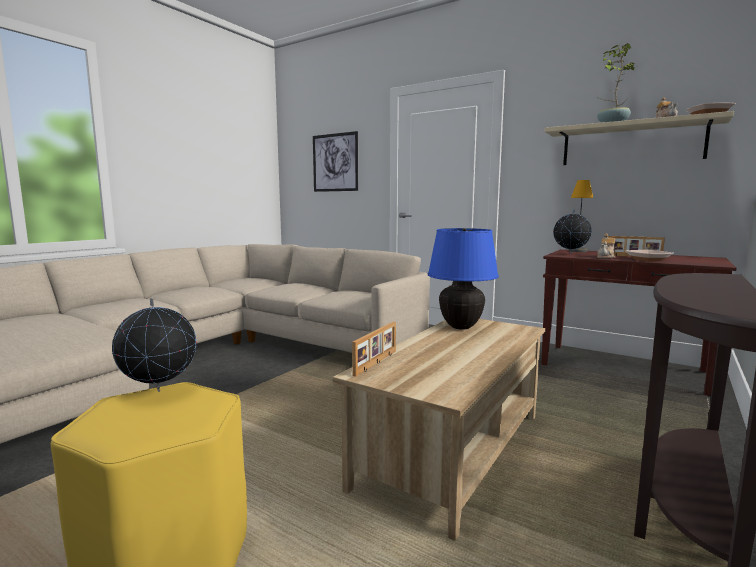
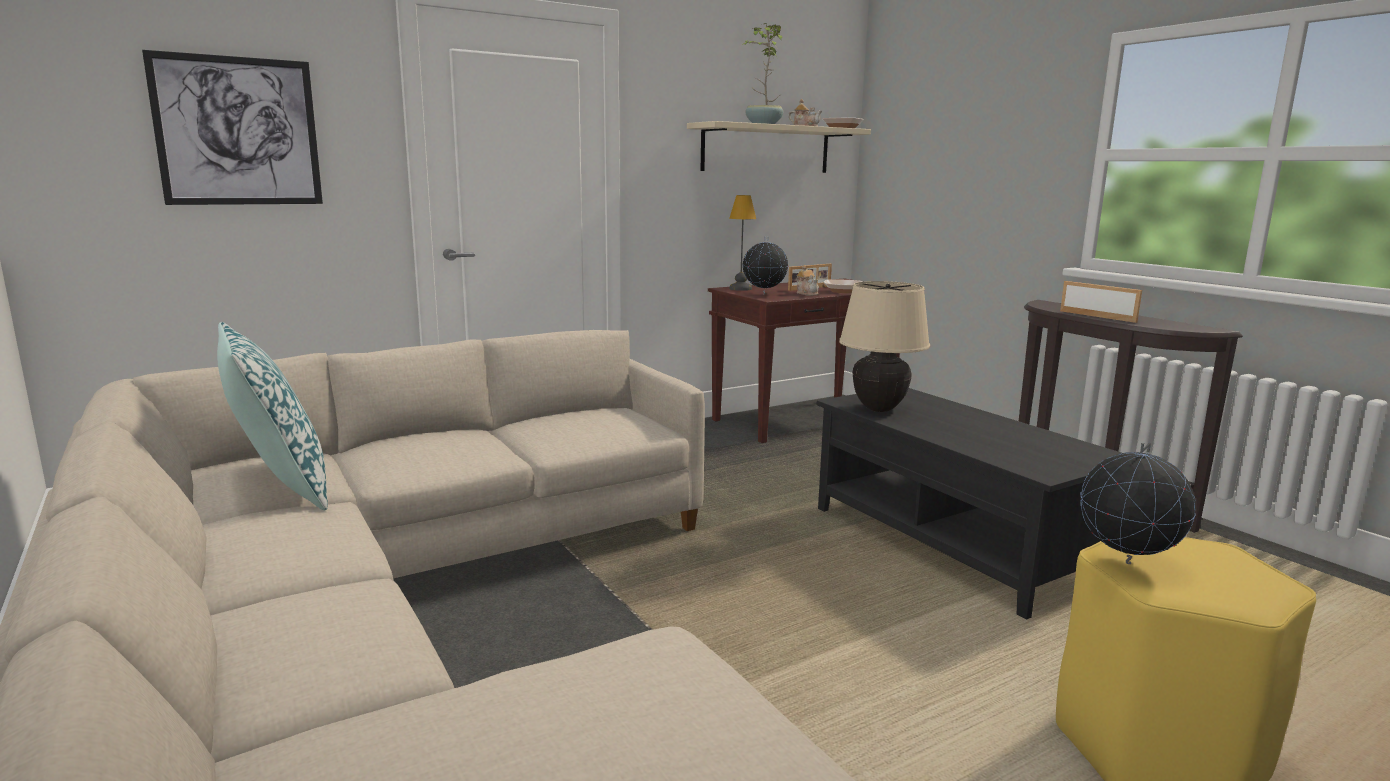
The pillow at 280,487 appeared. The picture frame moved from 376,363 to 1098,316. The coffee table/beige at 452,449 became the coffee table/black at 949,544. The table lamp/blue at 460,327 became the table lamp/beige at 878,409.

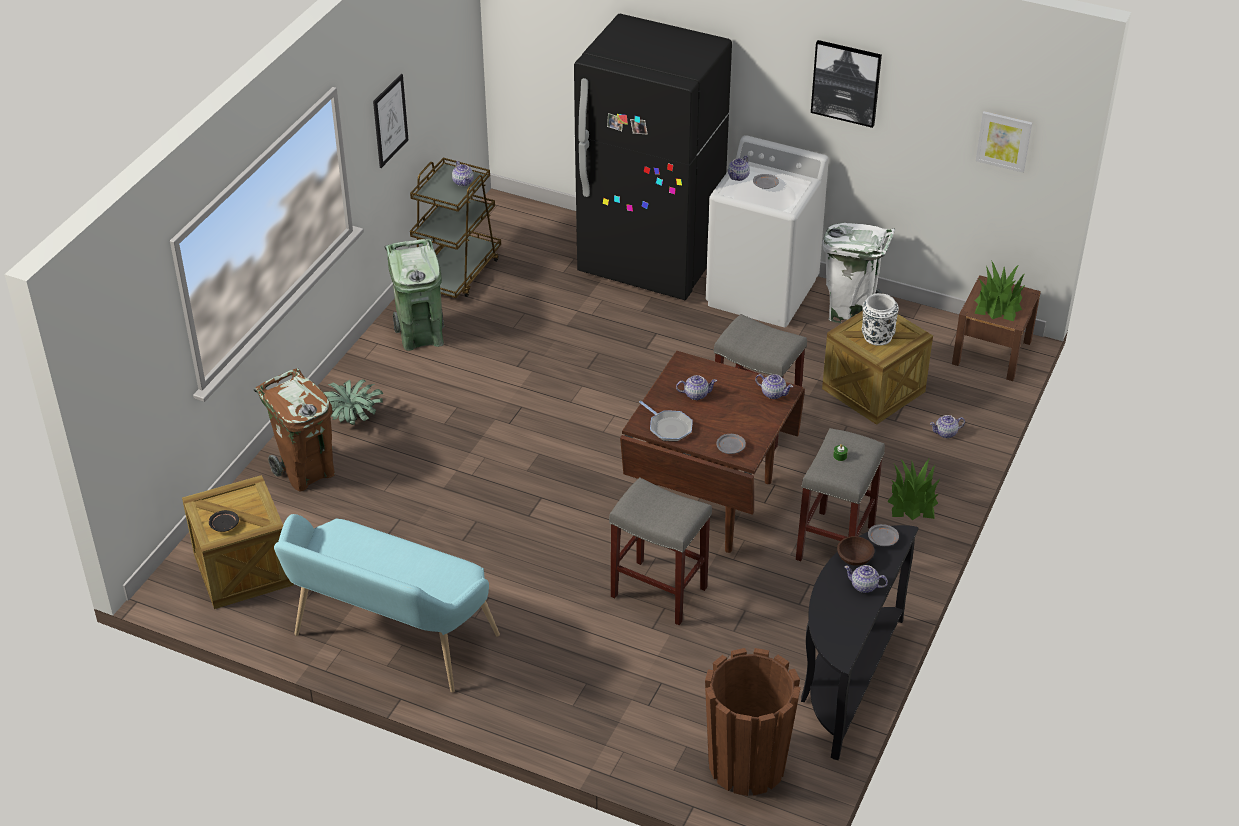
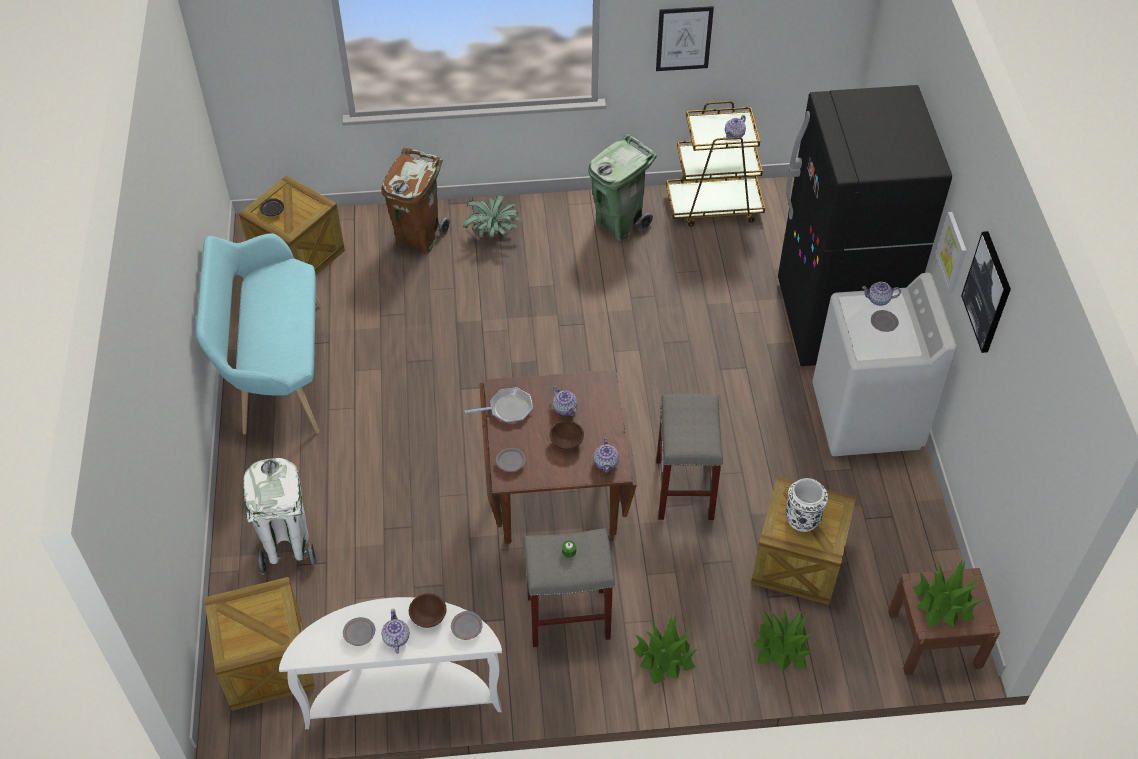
The stool/grey at 657,592 disappeared. The plate/grey at 359,634 appeared. The bowl/brown at 566,441 appeared. The trash can/white moved from 851,312 to 287,547. The picture moved from 1004,140 to 952,252. The planter/brown at 746,765 was replaced by the crate at 267,663. The teapot at 946,433 was replaced by the potted plant at 781,646. The console table/black at 845,680 became the console table/white at 403,696. The frying pan at 668,427 turned 120 degrees counterclockwise.

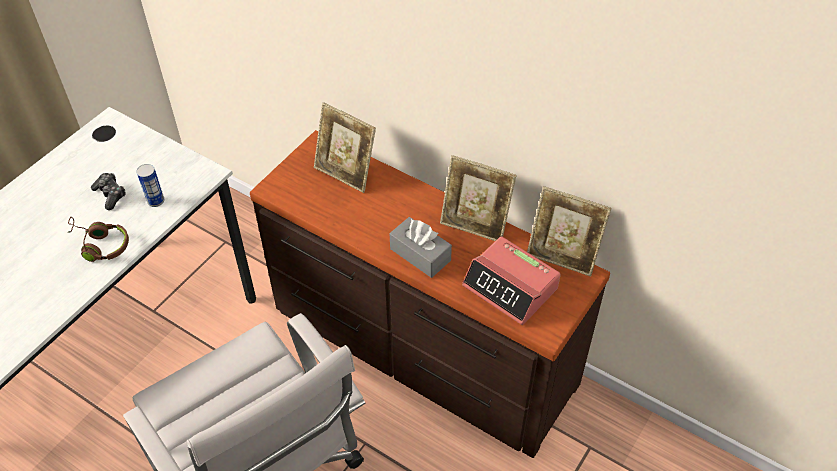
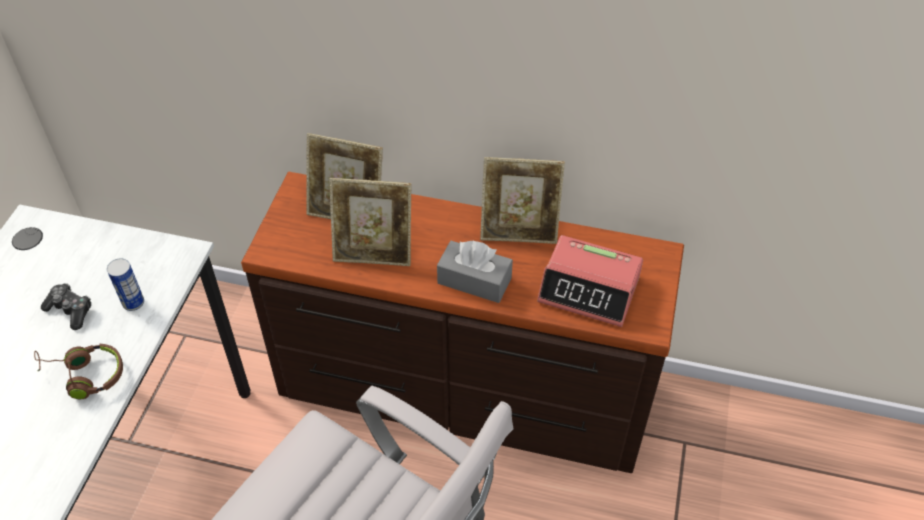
The picture frame moved from 562,256 to 374,252.

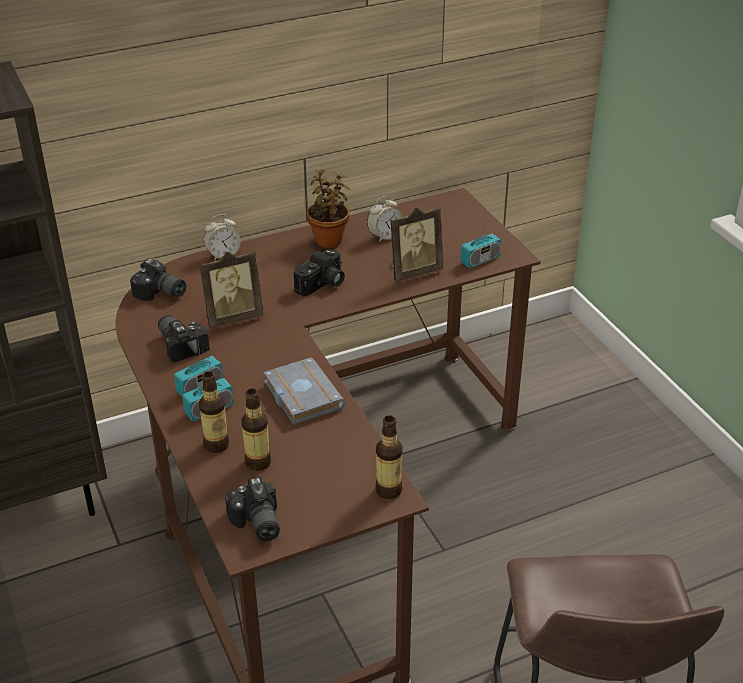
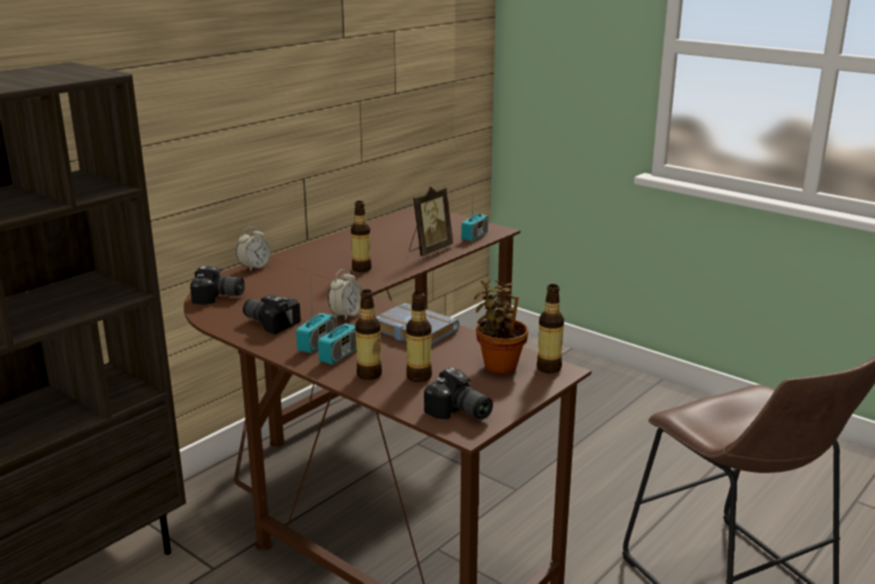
The picture frame at 233,317 disappeared. The potted plant moved from 329,239 to 499,364. The alarm clock moved from 384,236 to 346,315. The photo camera at 322,285 was replaced by the bottle at 361,269.

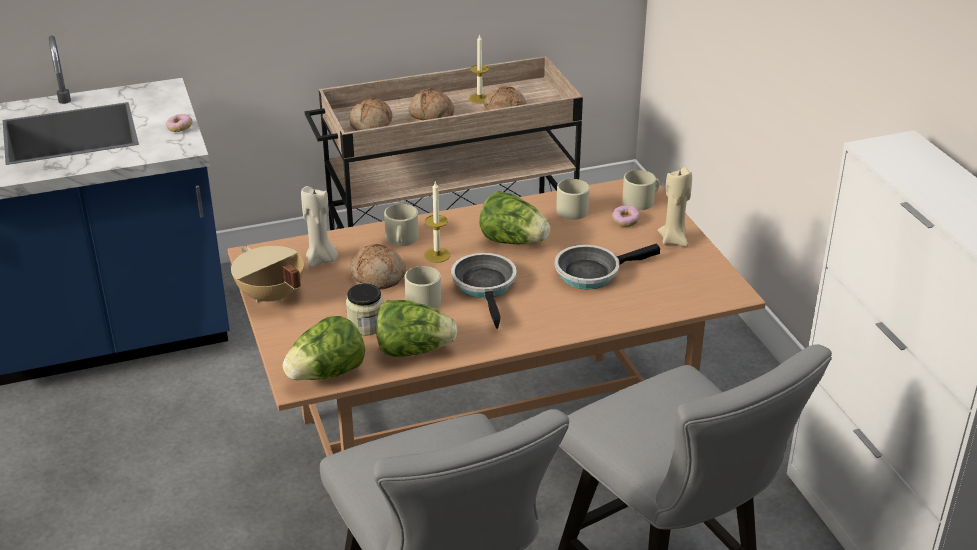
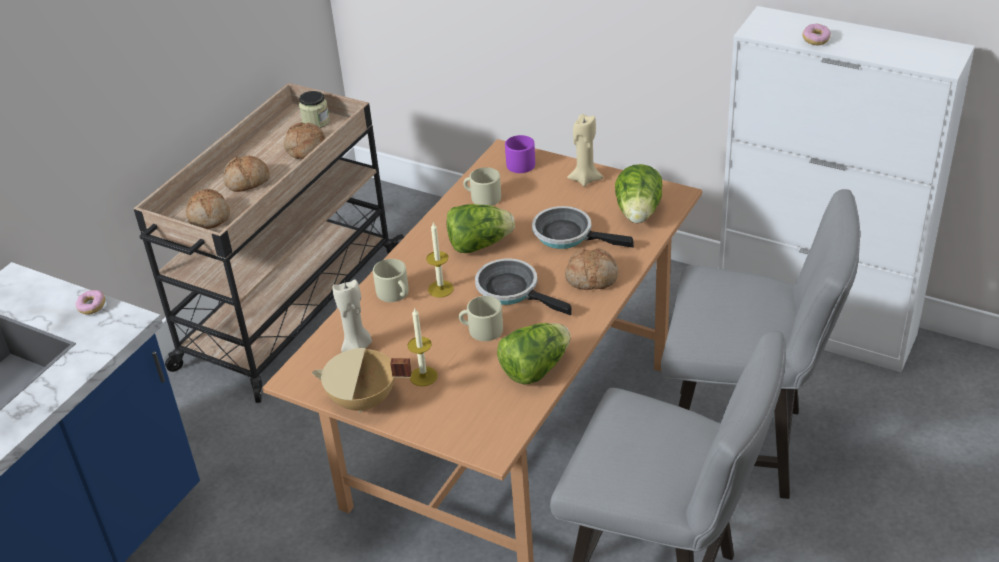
The lettuce moved from 326,374 to 638,214. The jar moved from 366,325 to 316,122. The bread moved from 378,276 to 592,277. The candle moved from 479,98 to 423,376. The donut moved from 625,221 to 815,40. The mug/beige at 641,201 became the mug/purple at 522,162. The frying pan at 592,272 turned 90 degrees clockwise.

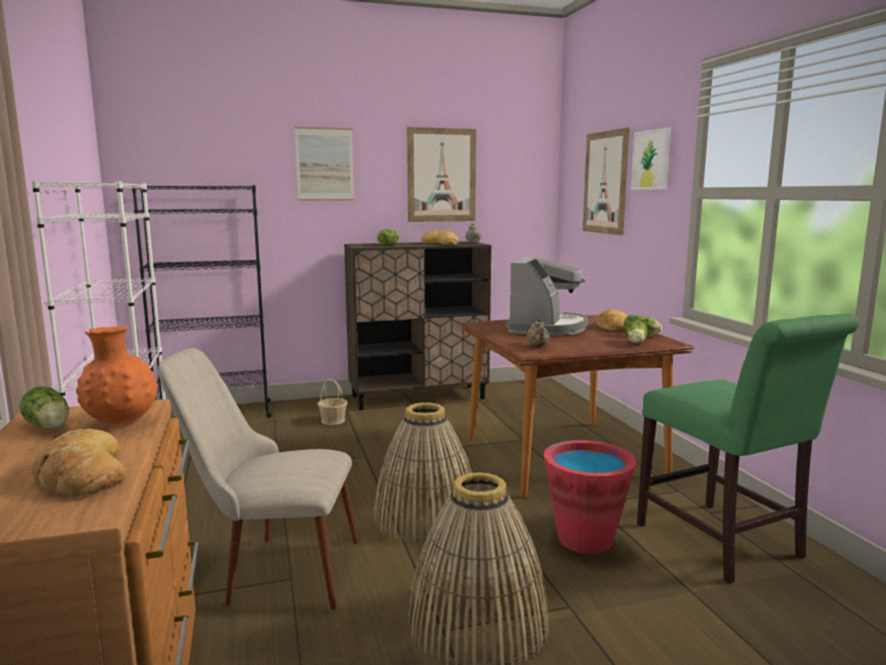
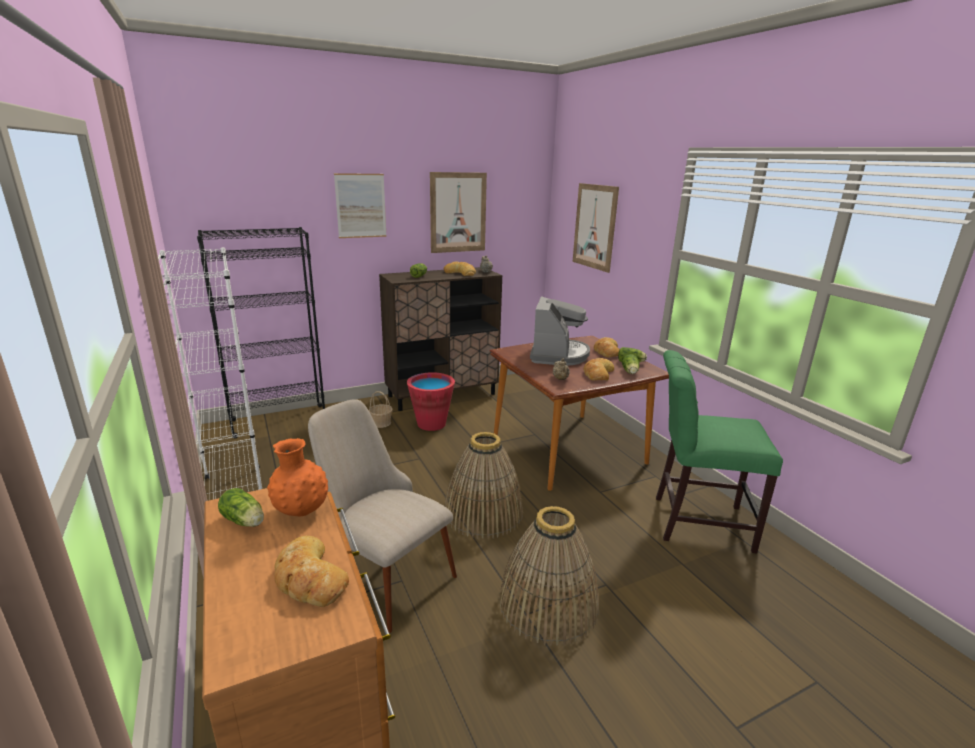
The picture at 651,160 disappeared. The bread at 597,373 appeared. The bucket/red moved from 585,539 to 431,424. The chair/beige at 271,570 turned 45 degrees clockwise. The chair/green at 724,544 turned 135 degrees clockwise.

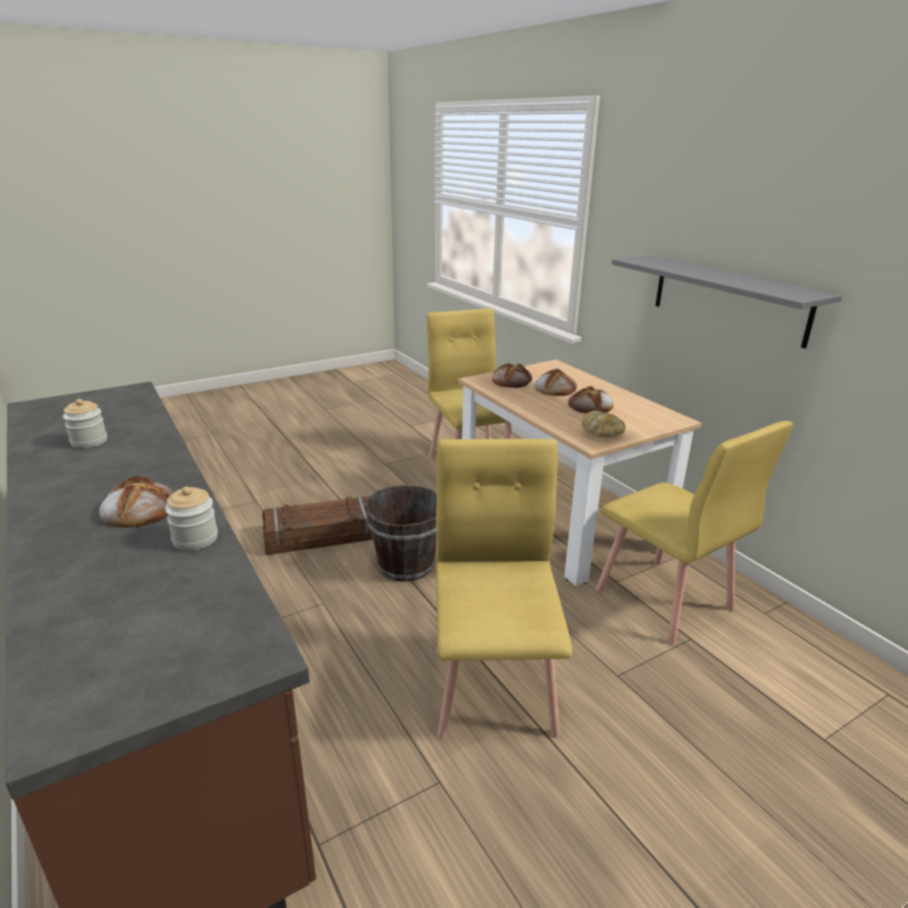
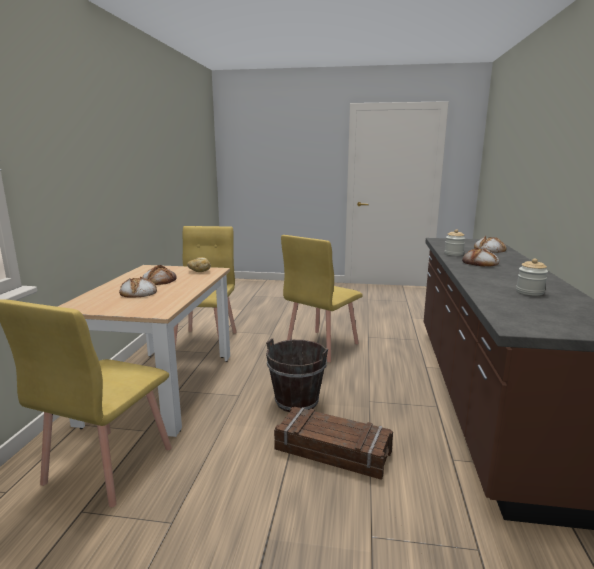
The shelf/grey at 728,299 disappeared. The bread moved from 512,381 to 489,249.

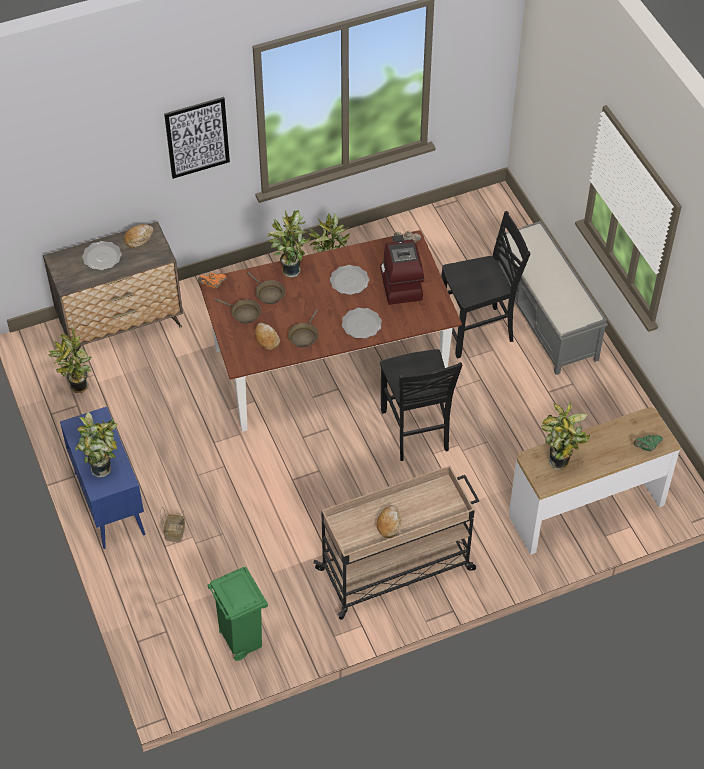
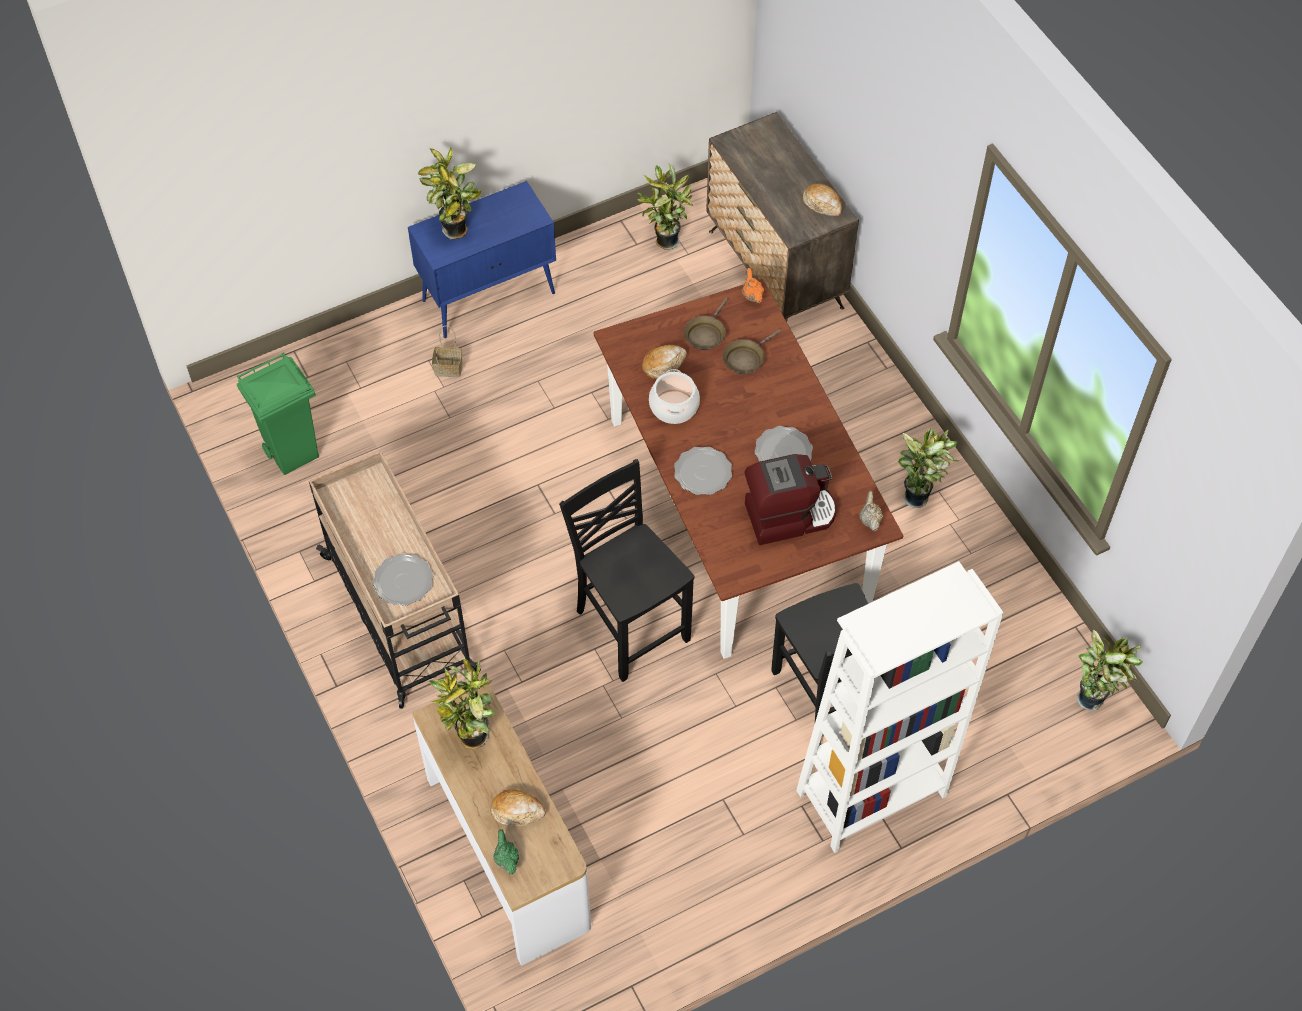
The picture at 197,137 disappeared. The plate moved from 102,257 to 403,581. The potted plant moved from 290,269 to 1093,698. The bread moved from 389,524 to 517,811. The frying pan/brown at 304,336 was replaced by the cooking pot at 673,406. The bench/grey at 545,318 was replaced by the bookcase/white at 871,793. The chair/black at 416,432 turned 75 degrees clockwise.

